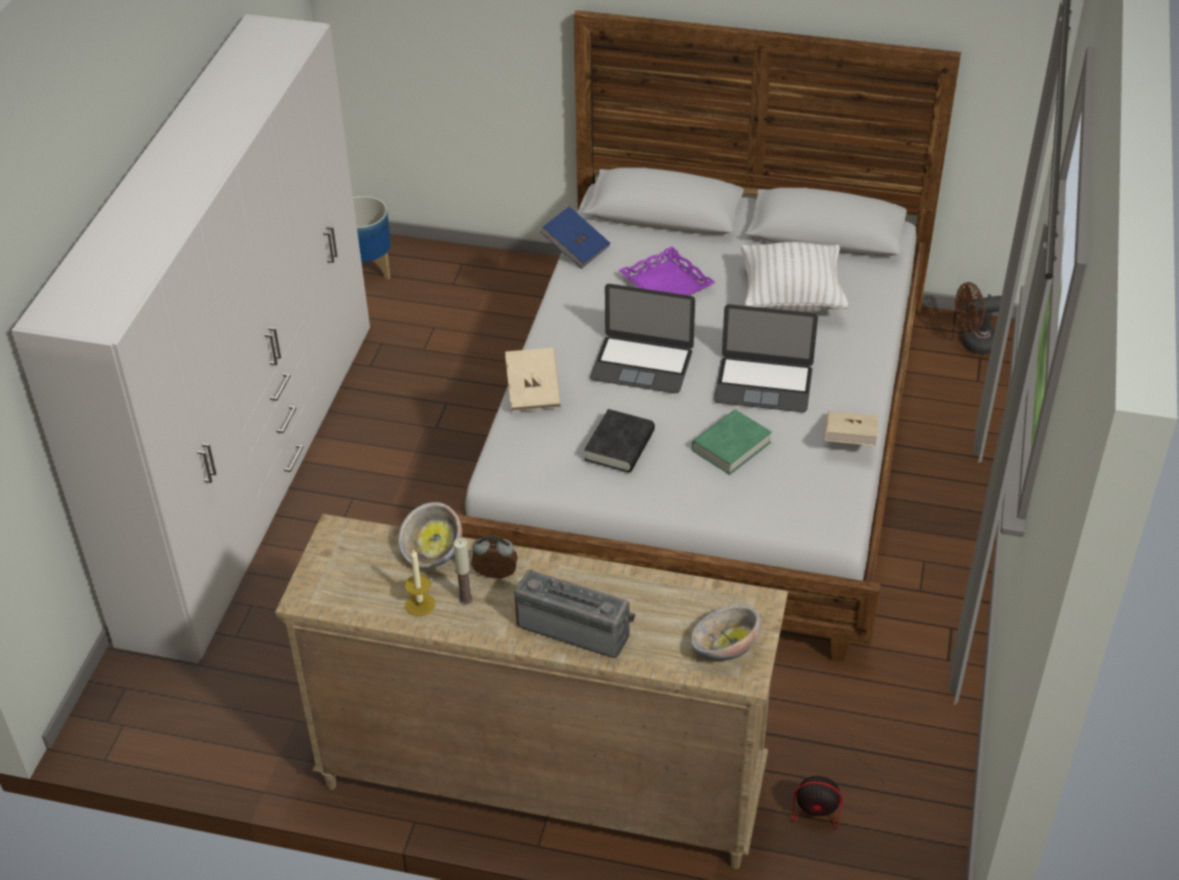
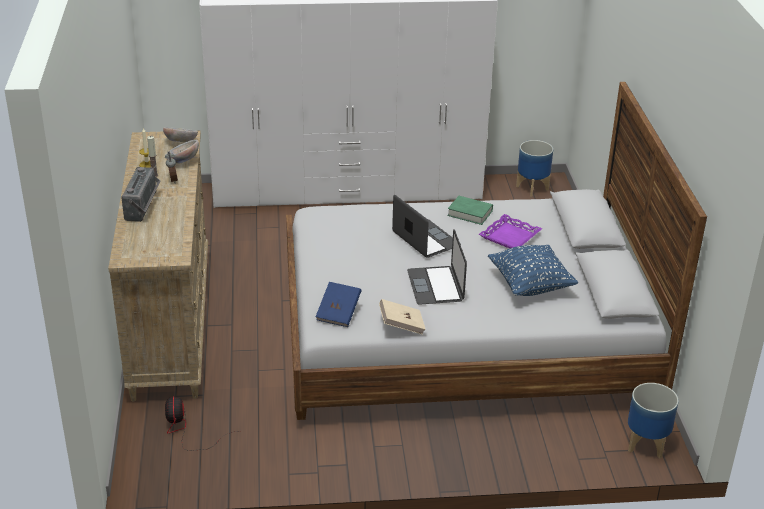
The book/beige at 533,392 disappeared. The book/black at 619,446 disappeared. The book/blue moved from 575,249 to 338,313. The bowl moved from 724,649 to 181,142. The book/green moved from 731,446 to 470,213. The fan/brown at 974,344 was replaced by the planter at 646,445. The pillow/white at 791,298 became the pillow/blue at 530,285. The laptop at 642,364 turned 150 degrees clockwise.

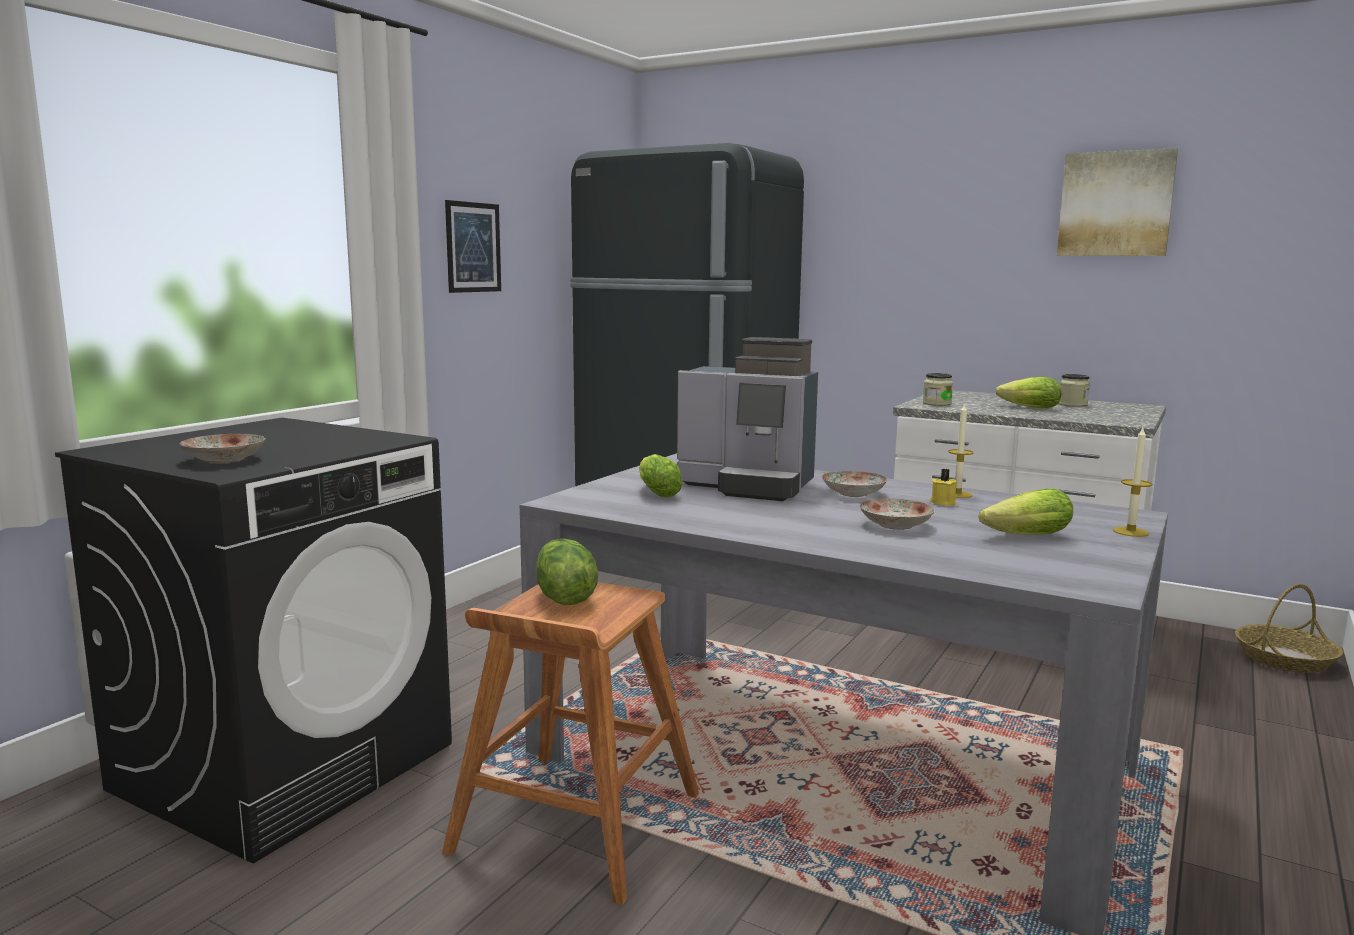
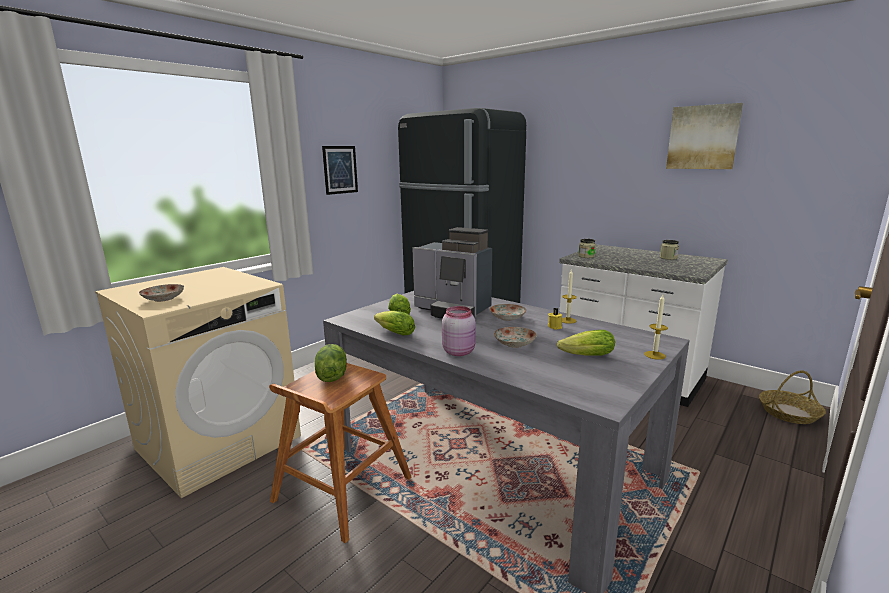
The jar/pink at 459,351 appeared. The lettuce moved from 1026,407 to 393,333. The washing machine/black at 287,765 became the washing machine/beige at 220,442.

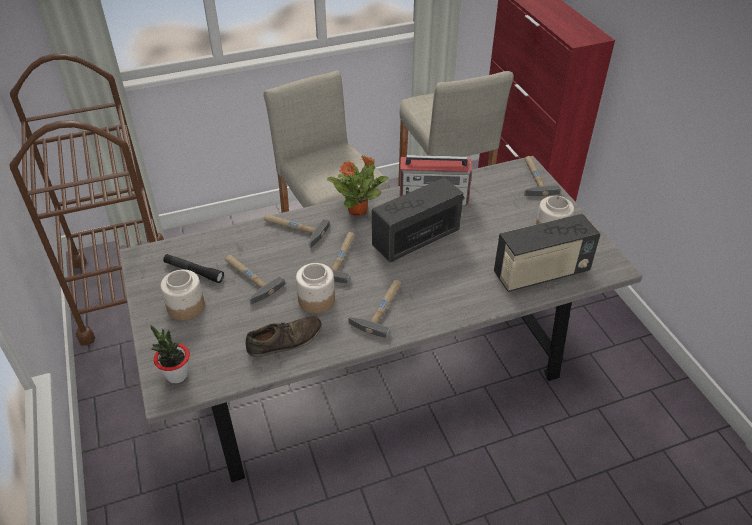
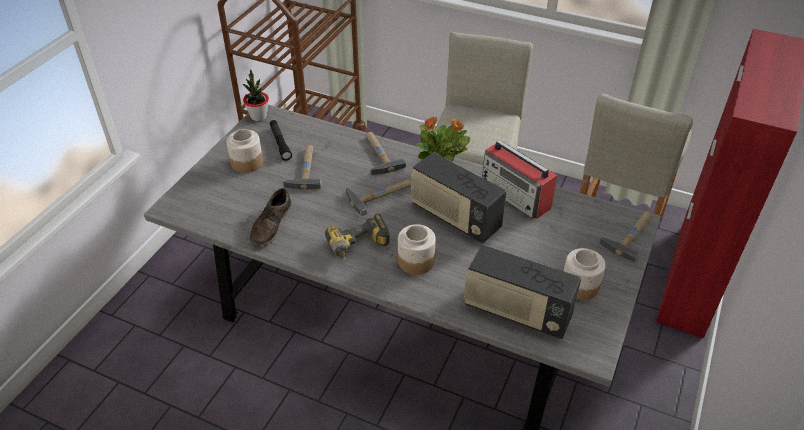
The potted plant moved from 177,375 to 258,116. The jar moved from 316,300 to 415,261. The hammer at 381,308 was replaced by the power drill at 359,248. The shoe/brown at 285,340 turned 90 degrees clockwise. The radio at 416,239 turned 150 degrees counterclockwise.

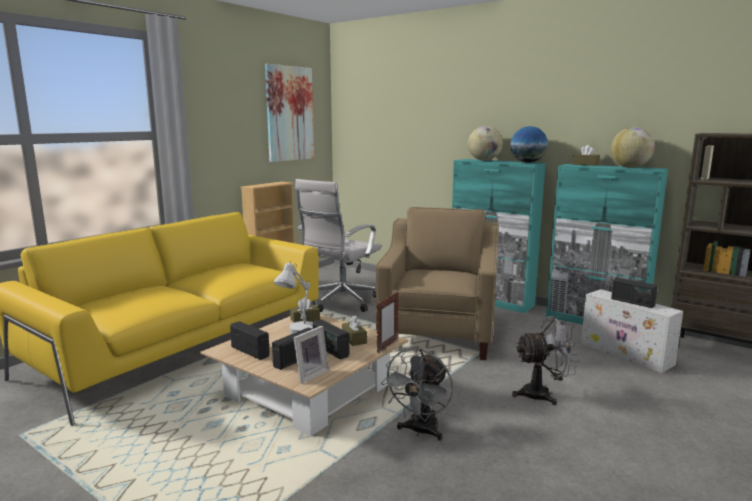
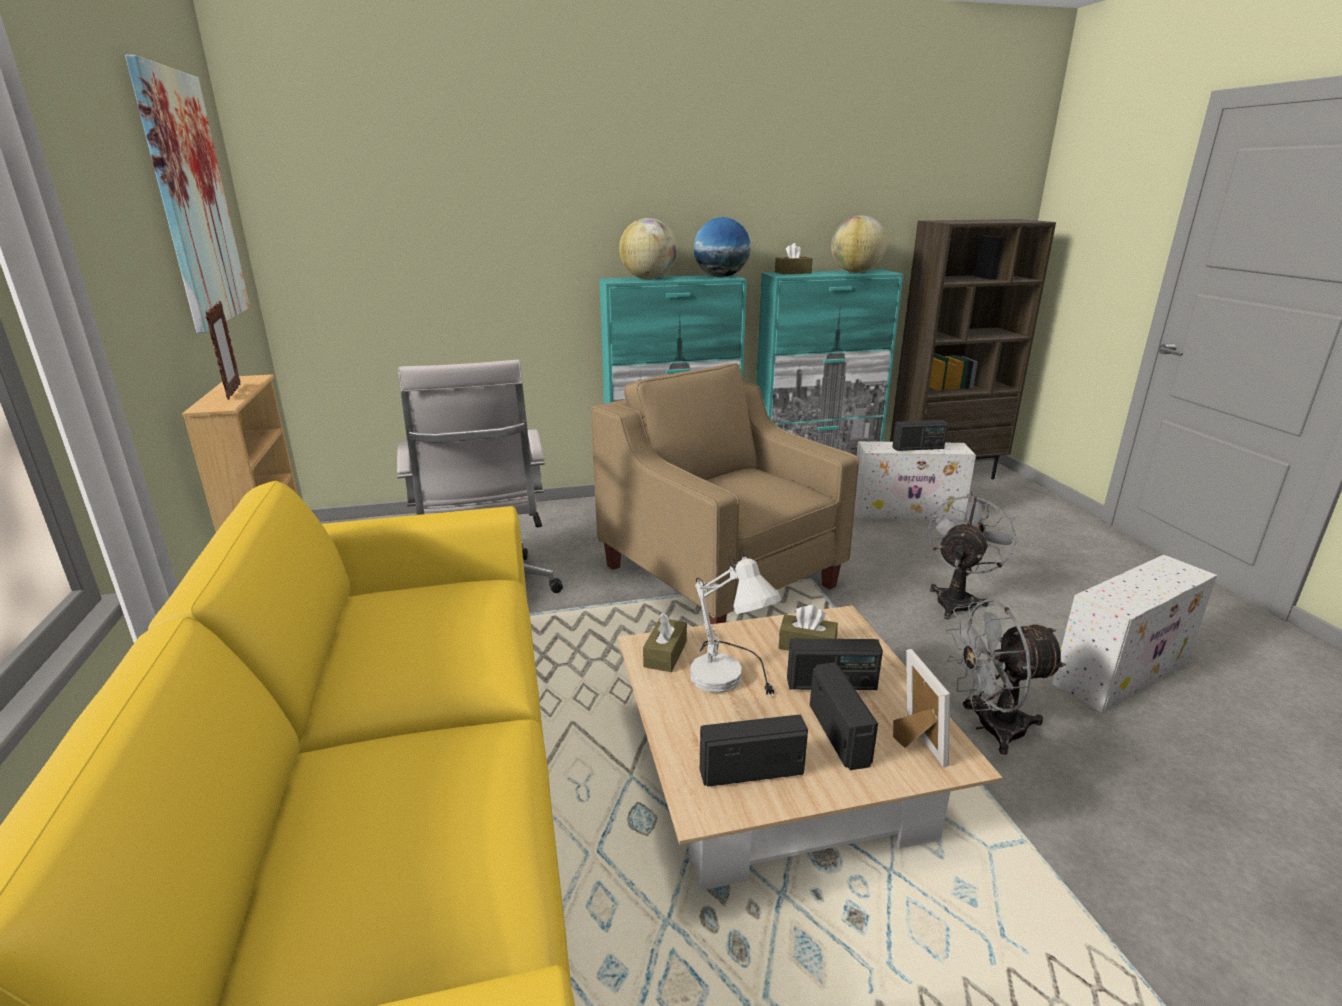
The storage box/white at 1122,671 appeared. The picture frame moved from 387,346 to 233,392. The fan/grey at 420,431 turned 105 degrees clockwise.

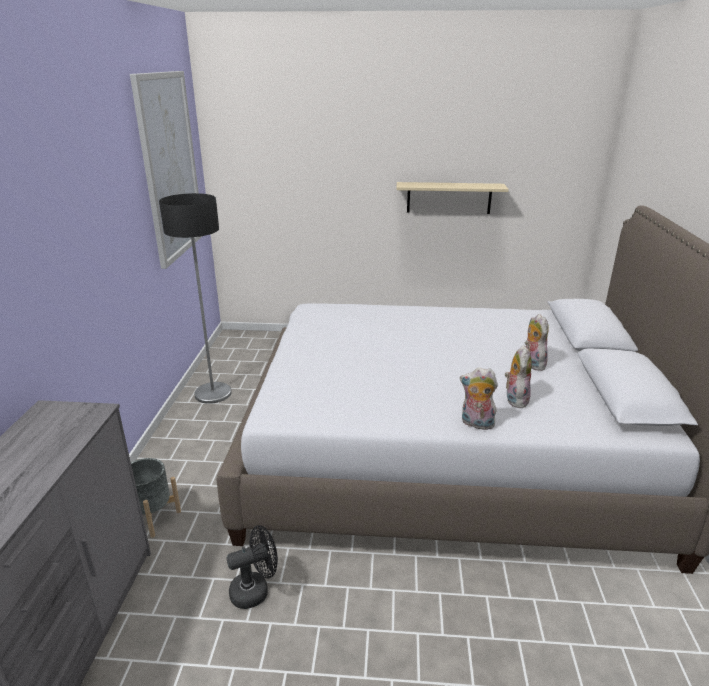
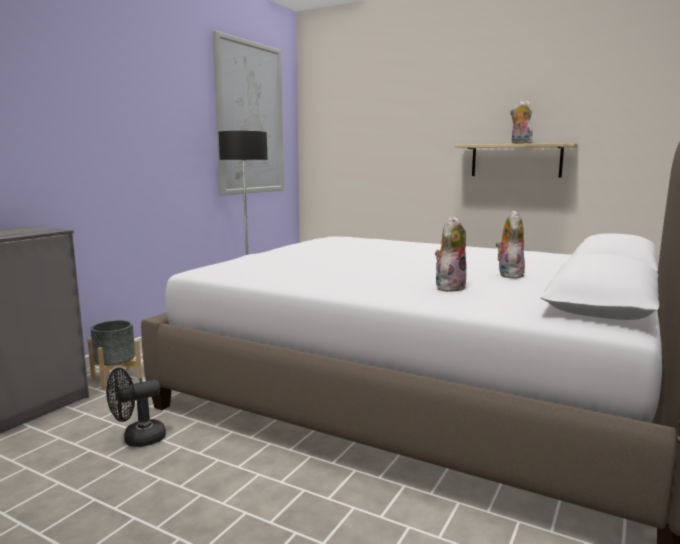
The plush toy moved from 476,424 to 520,143. The fan/black at 255,590 turned 150 degrees clockwise.

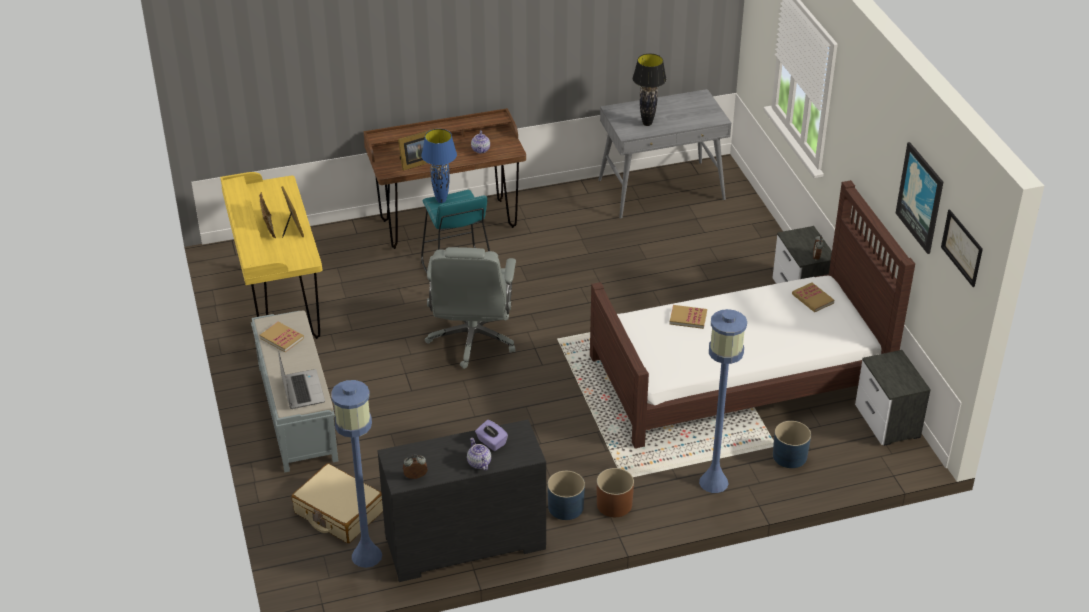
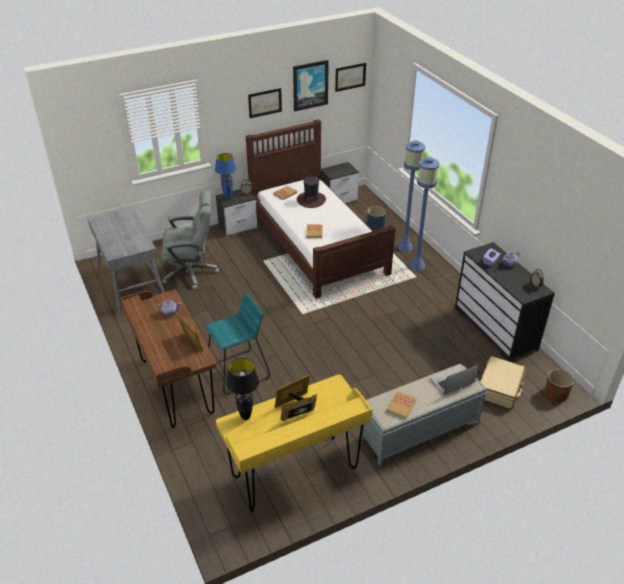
The planter/blue at 565,507 disappeared. The picture at 265,103 appeared. The hat at 311,200 appeared. The floor lamp/blue moved from 367,556 to 417,265. The table lamp/blue moved from 441,200 to 227,198. The office chair/grey moved from 472,340 to 191,272. The planter/brown moved from 614,504 to 556,393. The table lamp/black moved from 647,124 to 246,417.

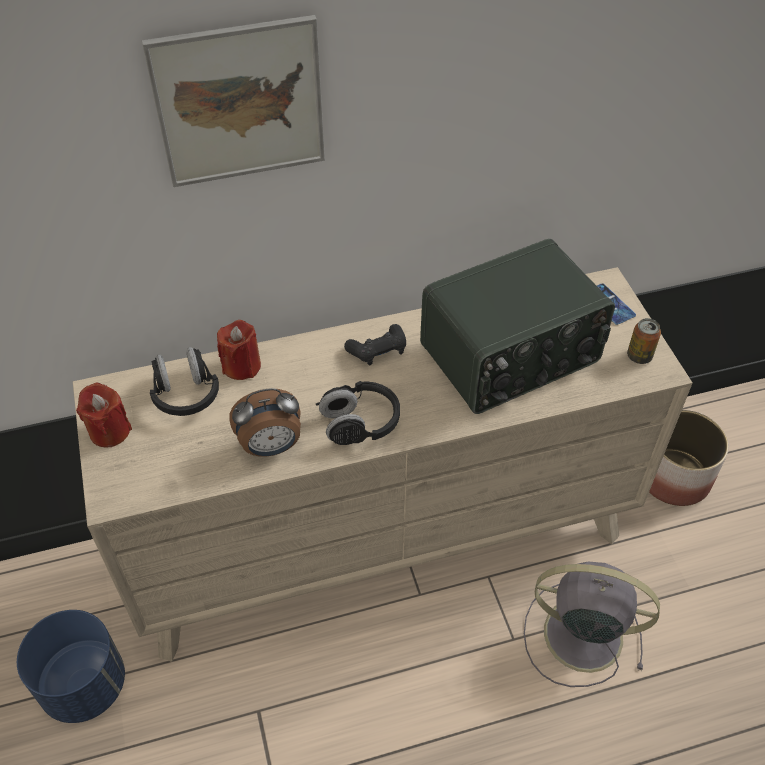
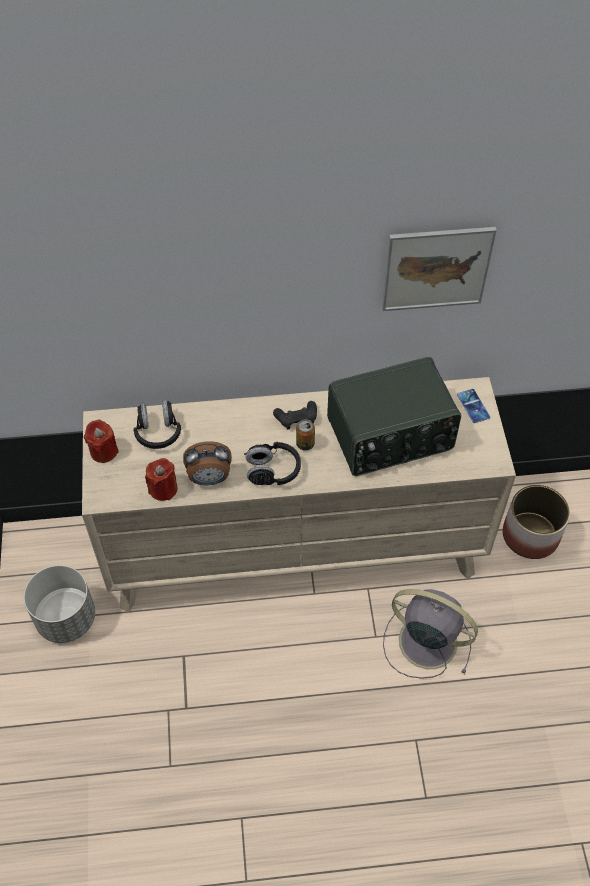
The picture moved from 239,103 to 436,268. The candle/red moved from 242,366 to 163,489. The can moved from 639,356 to 305,444. The planter/blue at 84,684 became the planter/grey at 66,618.

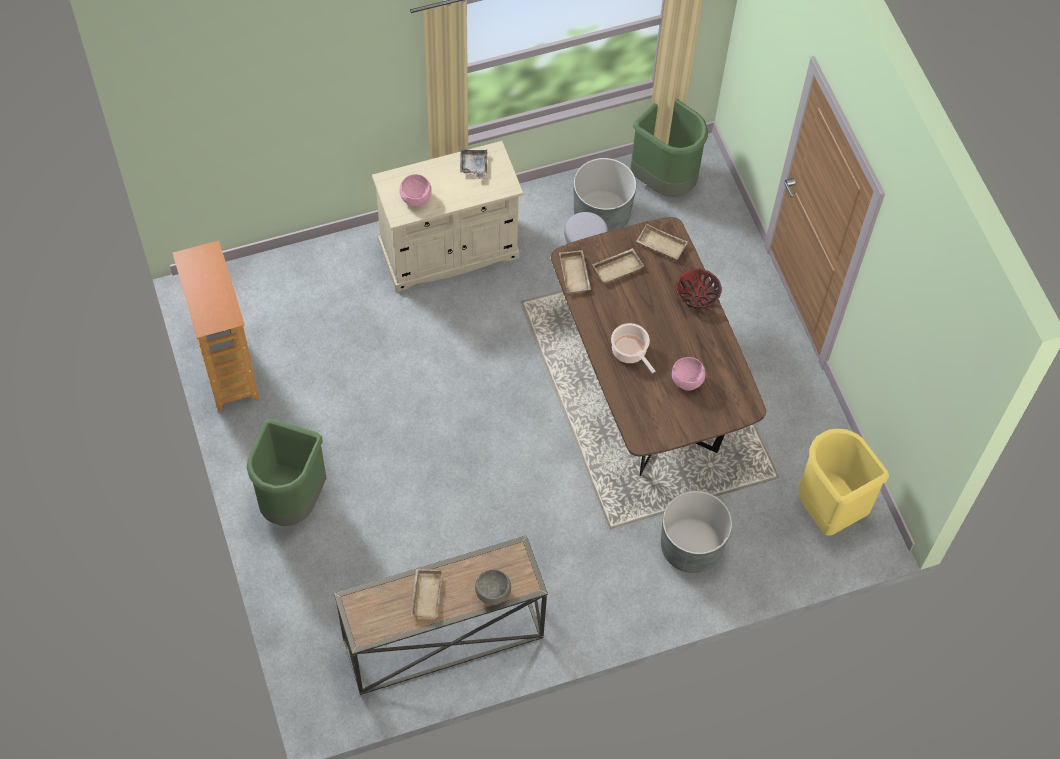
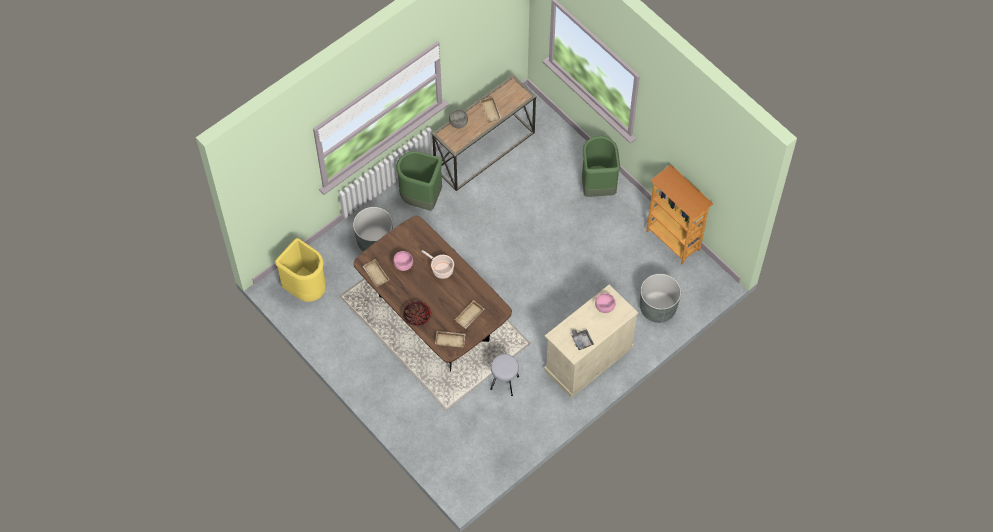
The tray/beige moved from 576,275 to 375,274. The planter/grey moved from 601,215 to 657,308. The trash can/green moved from 664,180 to 421,199.

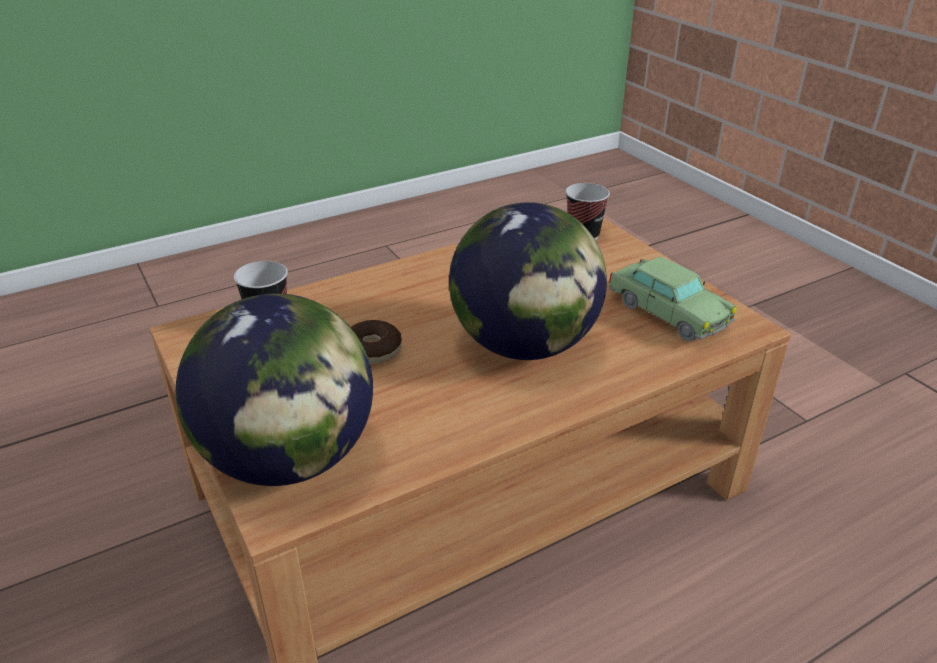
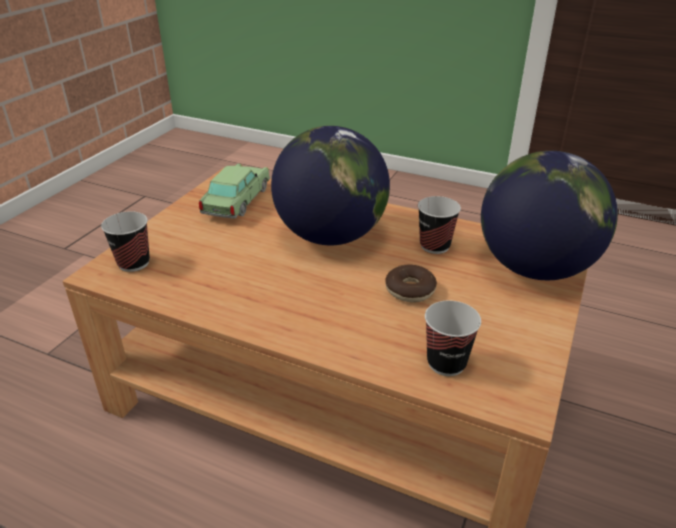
The cup at 434,246 appeared.

